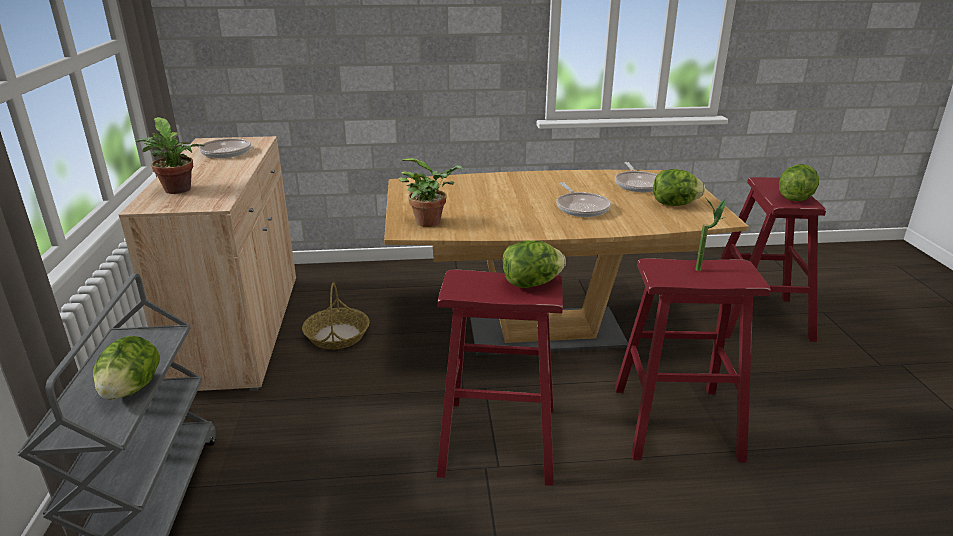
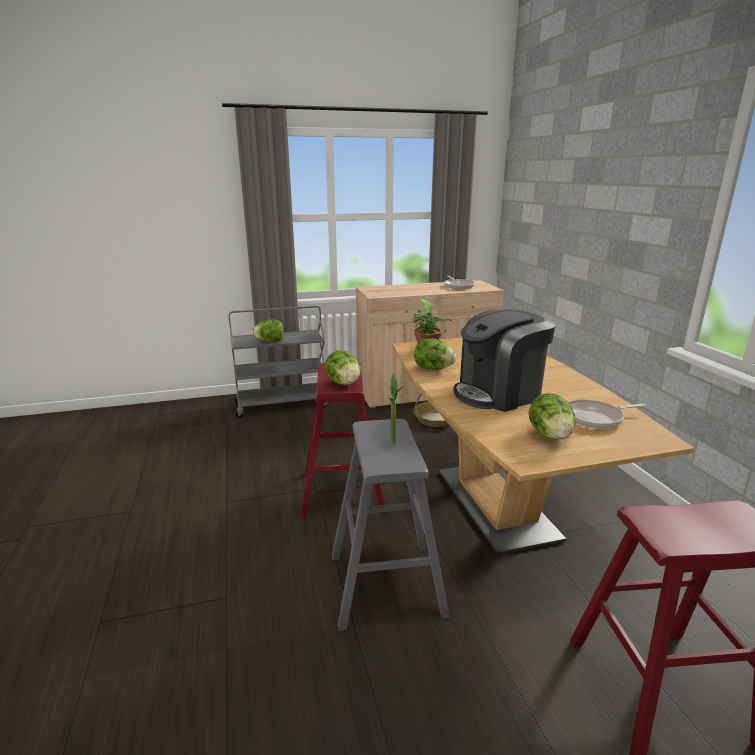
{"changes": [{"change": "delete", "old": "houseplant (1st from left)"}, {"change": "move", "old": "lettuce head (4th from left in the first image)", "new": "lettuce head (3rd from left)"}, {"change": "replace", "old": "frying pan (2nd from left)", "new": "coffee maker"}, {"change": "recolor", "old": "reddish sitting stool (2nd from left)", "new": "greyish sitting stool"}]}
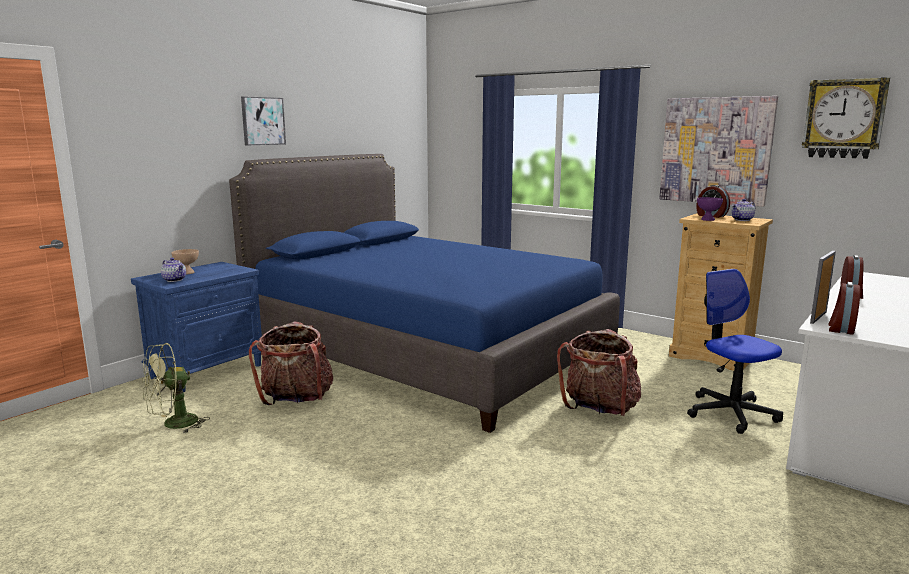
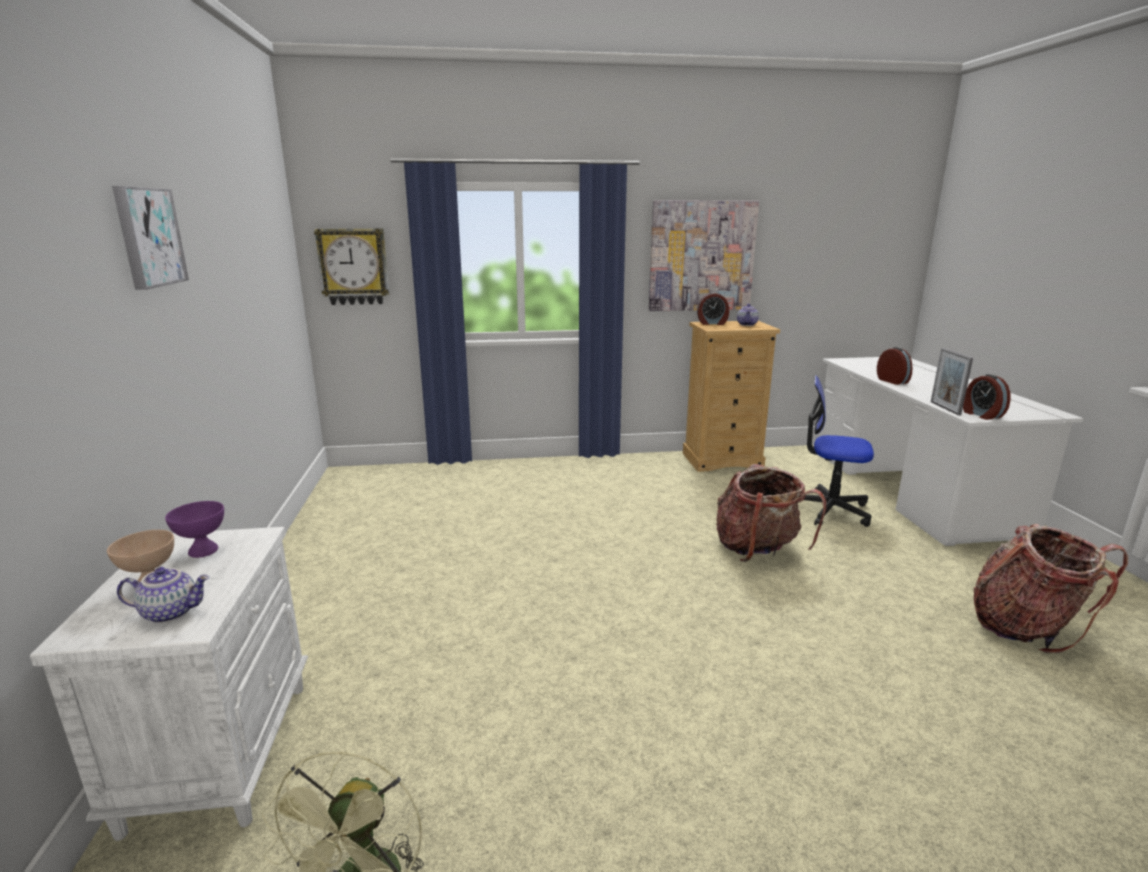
{"changes": [{"change": "delete", "old": "bluish sleeping bed"}, {"change": "move", "old": "rucksack (1st from left in the first image)", "new": "rucksack (2nd from left)"}, {"change": "move", "old": "purplish deep dish"}, {"change": "move", "old": "clock on the wall"}, {"change": "recolor", "old": "bluish night table", "new": "white-coloured night table"}]}
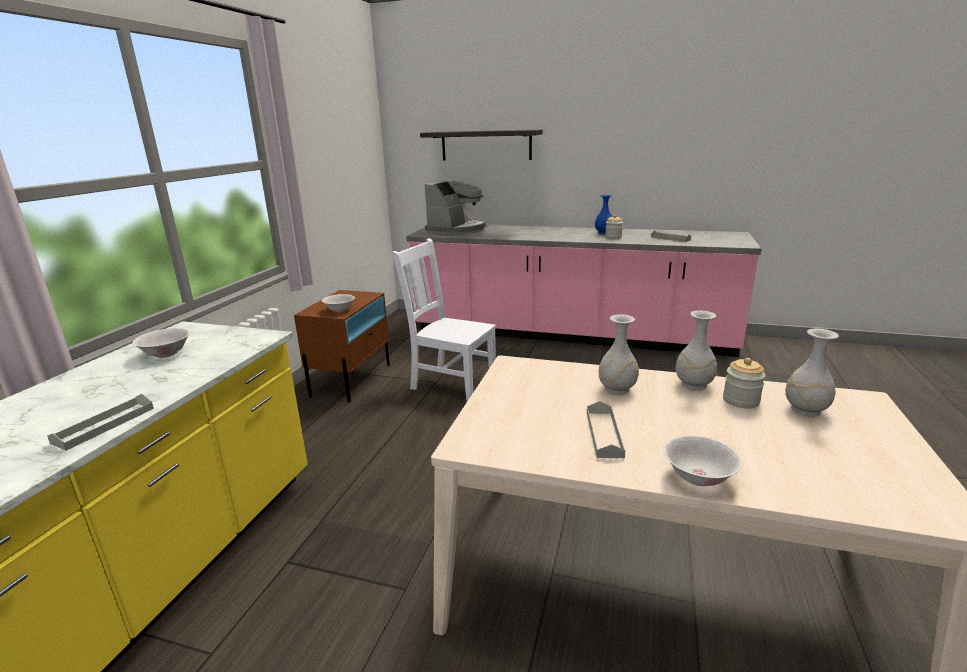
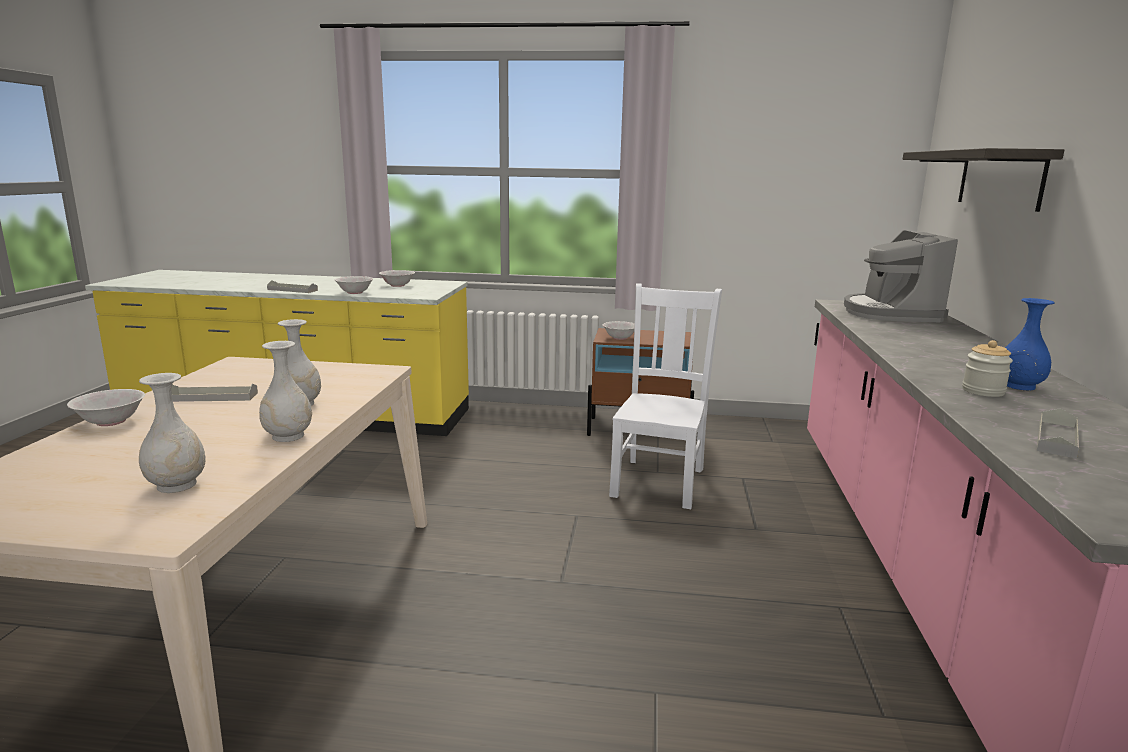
{"changes": [{"change": "delete", "old": "storage jar (2nd from left)"}, {"change": "insert", "new": "white-coloured deep dish (2nd from left)"}, {"change": "rotate", "old": "coffee maker", "degrees": 75}]}
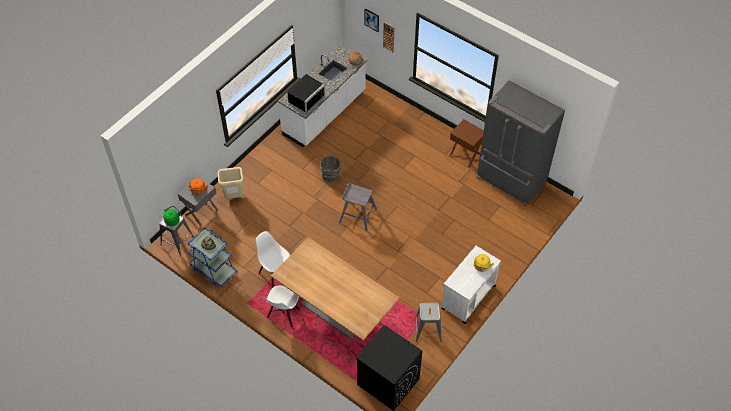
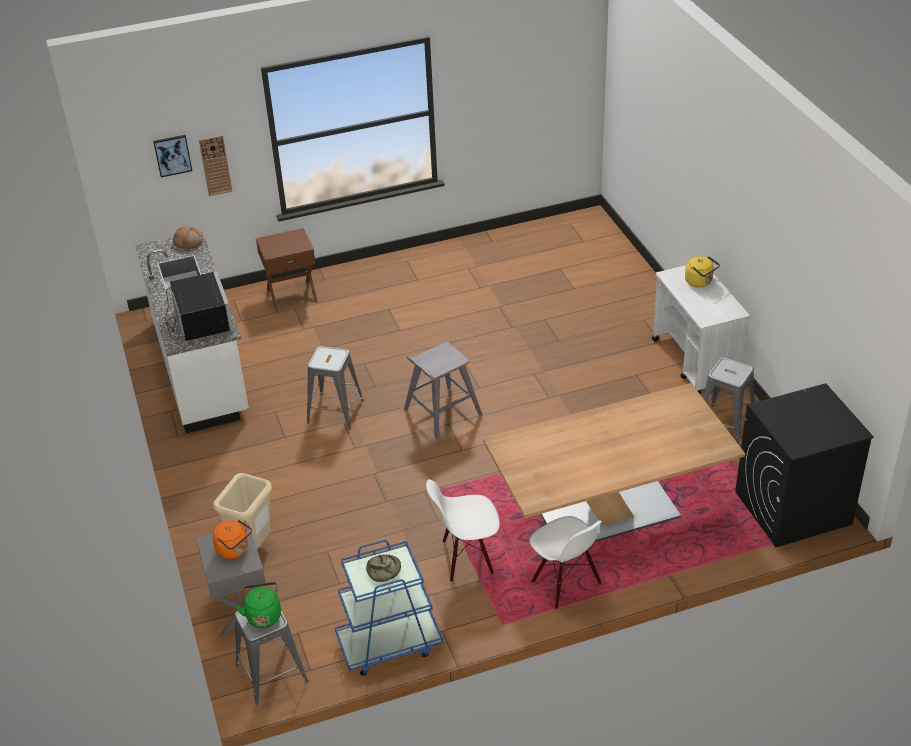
{"changes": [{"change": "delete", "old": "greyish kitchen fridge"}, {"change": "move", "old": "brown night table"}, {"change": "replace", "old": "greyish bucket", "new": "greyish sitting stool (2nd from left)"}]}
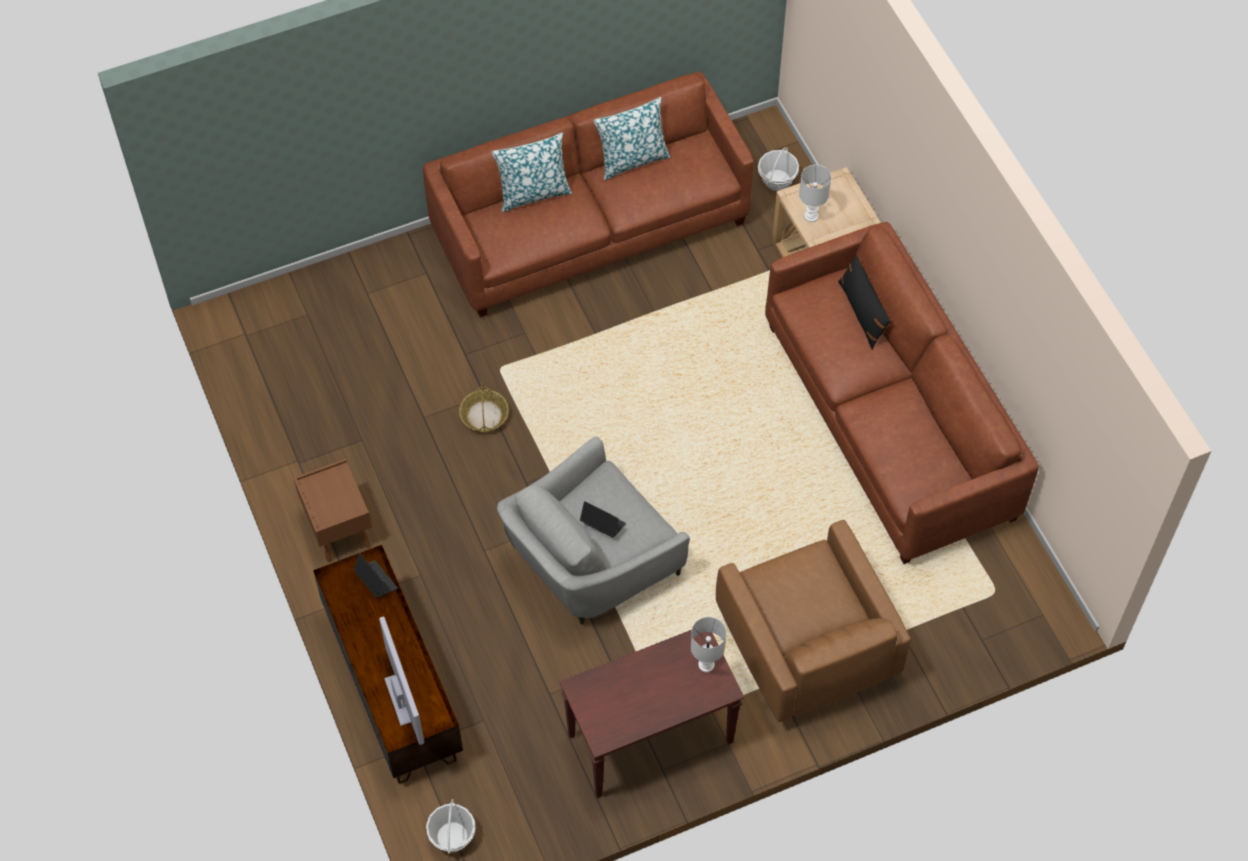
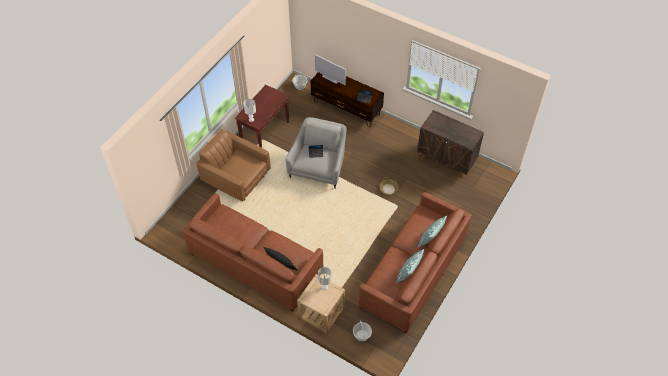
{"changes": [{"change": "delete", "old": "brown night table"}, {"change": "insert", "new": "brown cabinet"}]}
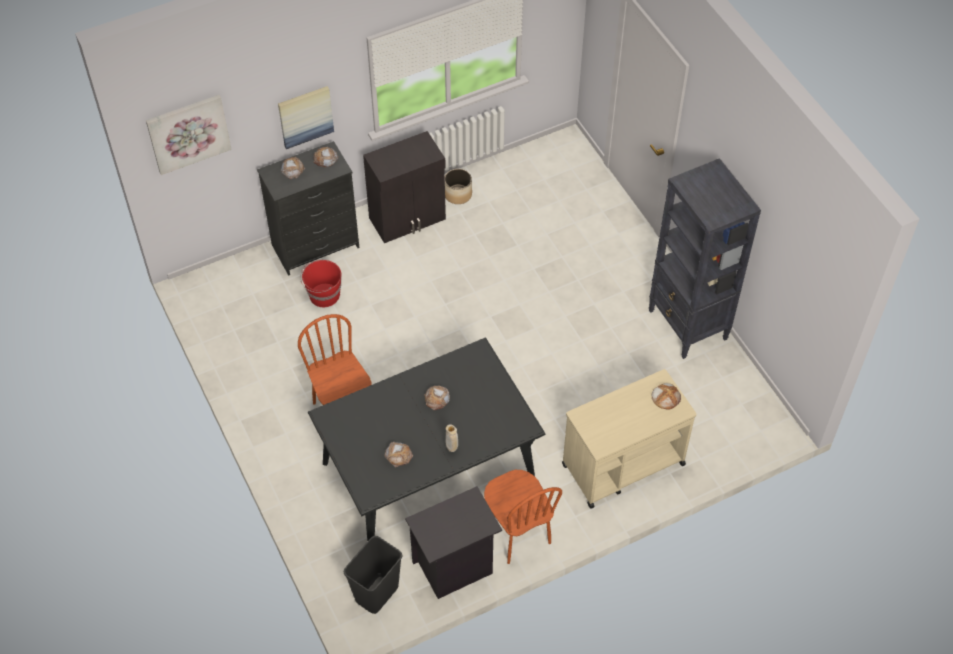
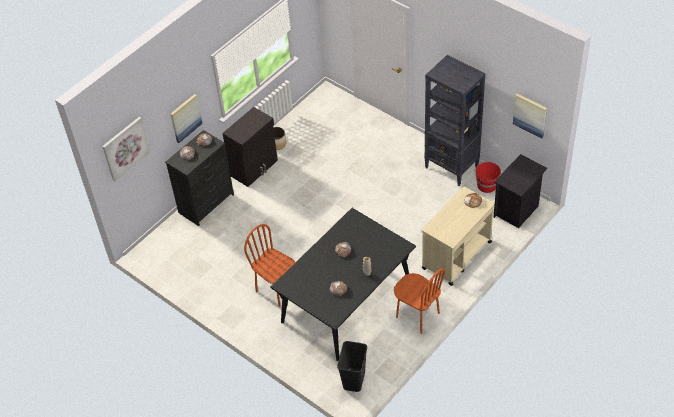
{"changes": [{"change": "insert", "new": "picture (3rd from left)"}, {"change": "move", "old": "reddish bucket"}, {"change": "move", "old": "blackish night table"}]}
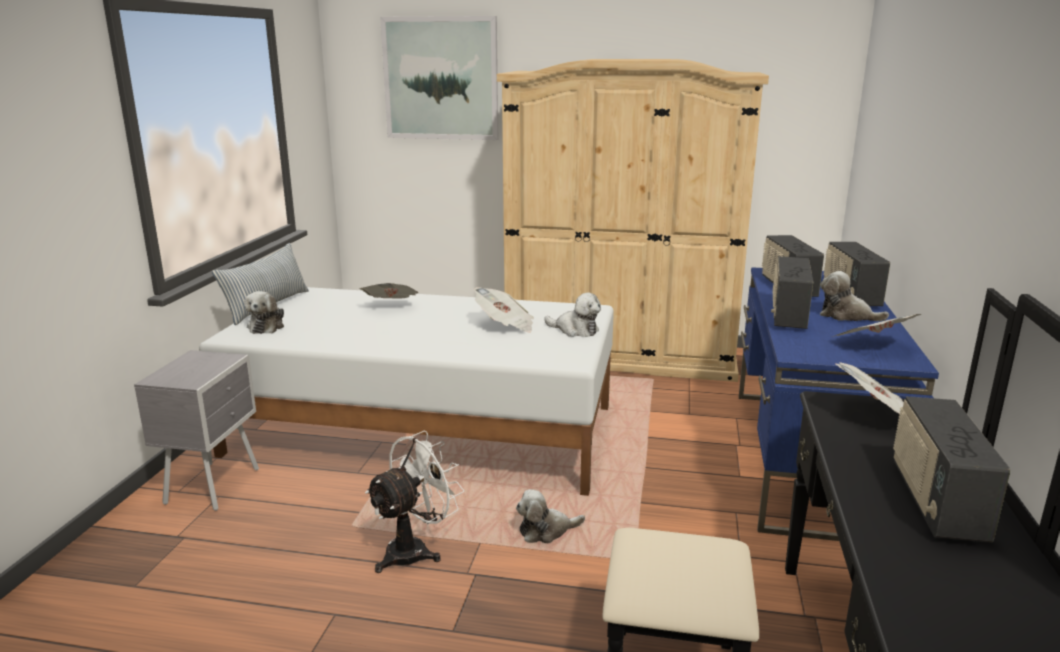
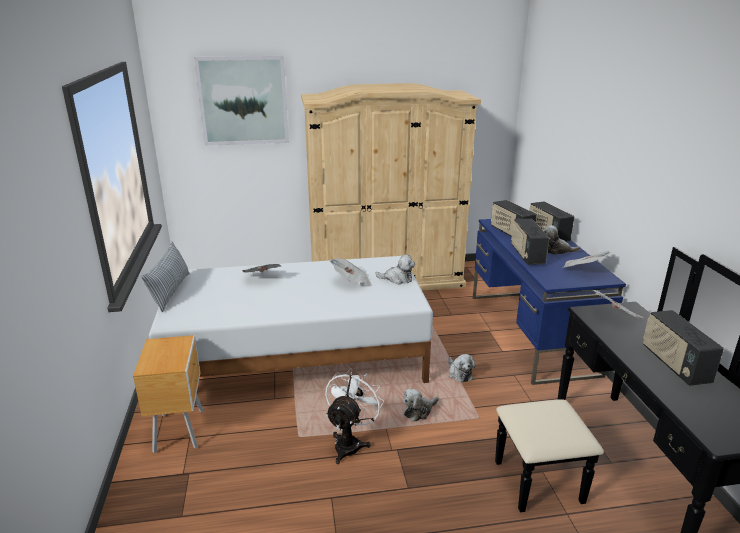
{"changes": [{"change": "move", "old": "plush toy (1st from left in the first image)", "new": "plush toy (3rd from left)"}, {"change": "recolor", "old": "greyish night table", "new": "brown night table"}]}
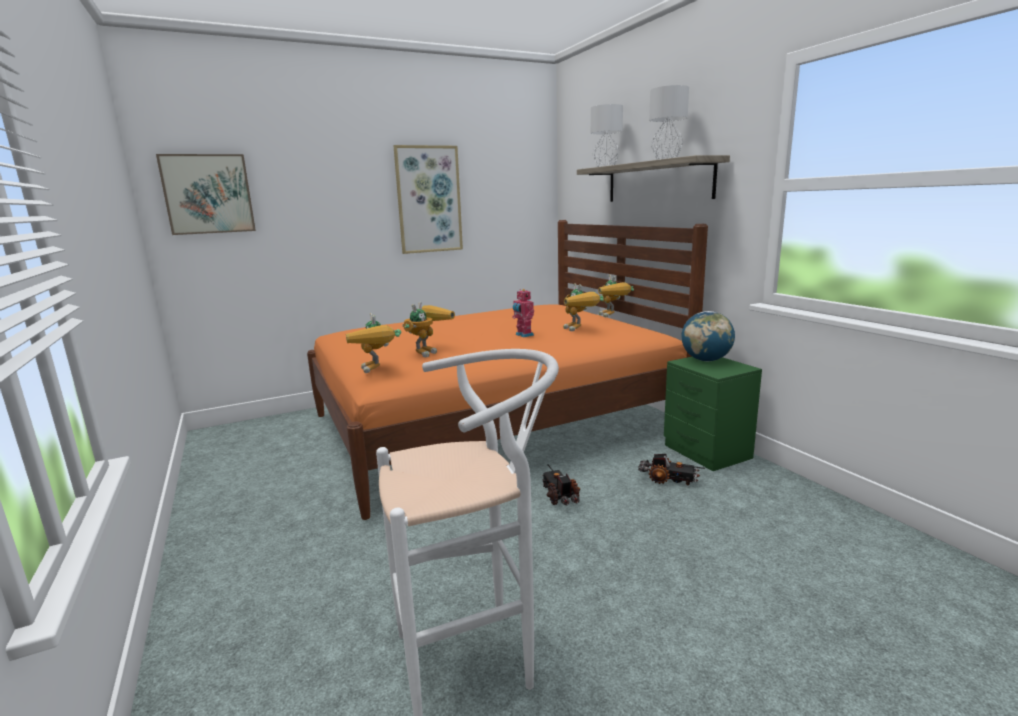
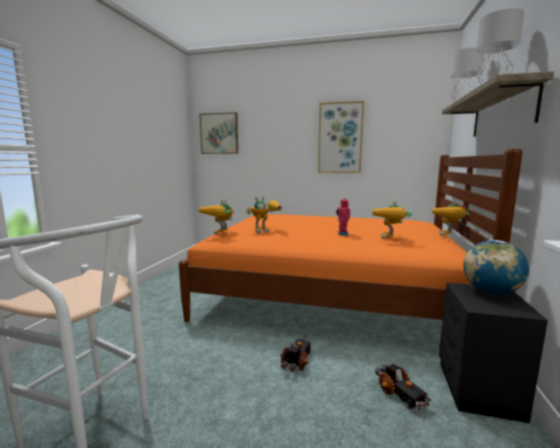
{"changes": [{"change": "recolor", "old": "green-coloured night table", "new": "blackish night table"}]}
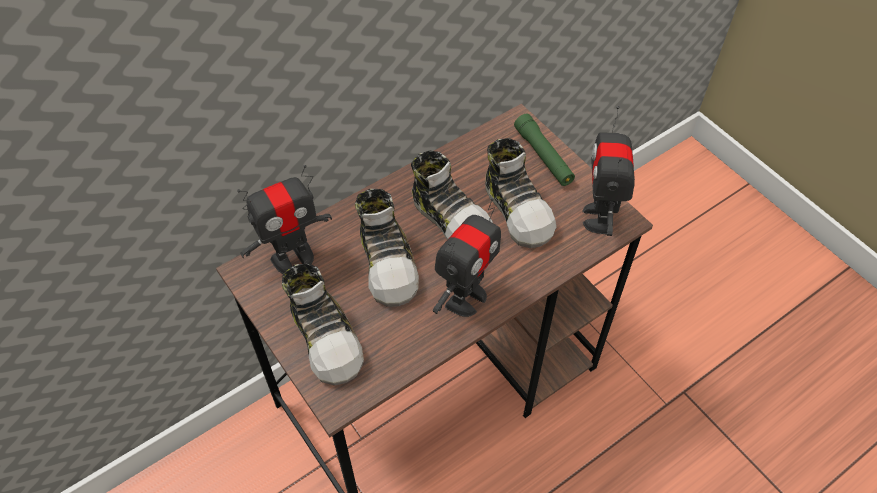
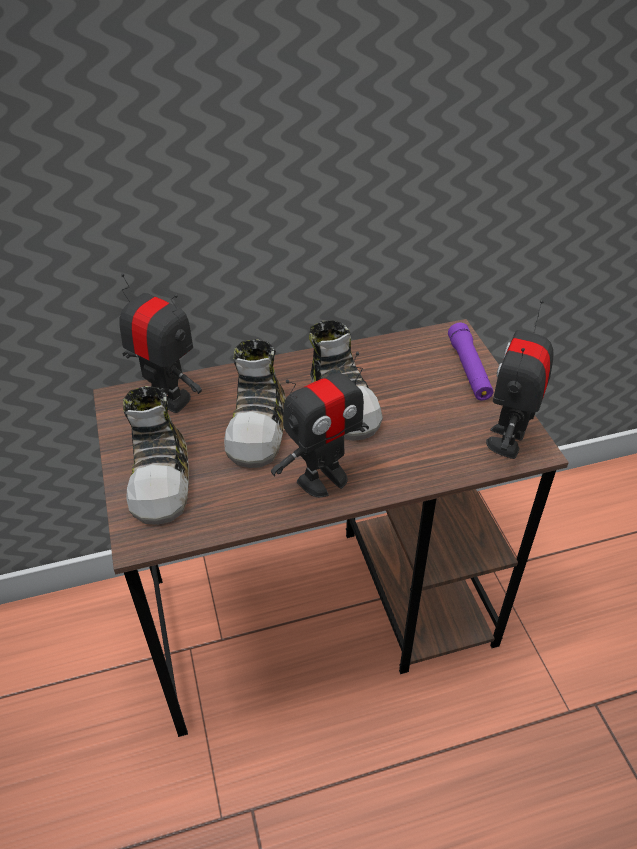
{"changes": [{"change": "delete", "old": "shoe (4th from left)"}, {"change": "recolor", "old": "green-coloured hand torch", "new": "purplish hand torch"}, {"change": "rotate", "old": "model robot (1st from left)", "degrees": -135}]}
